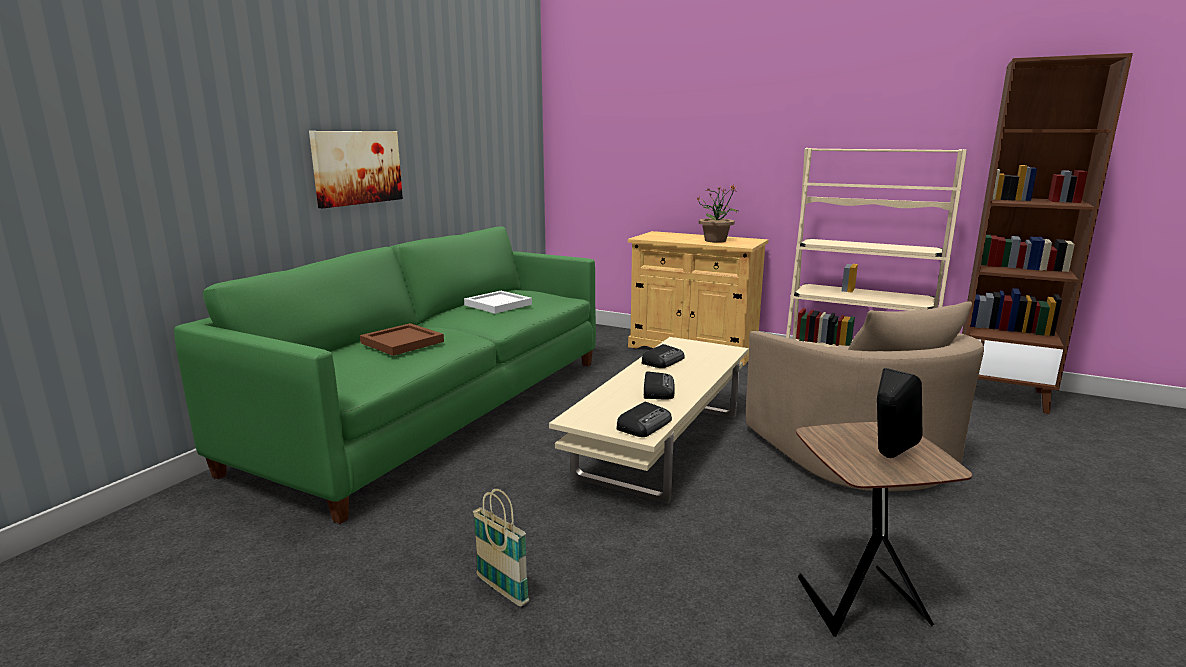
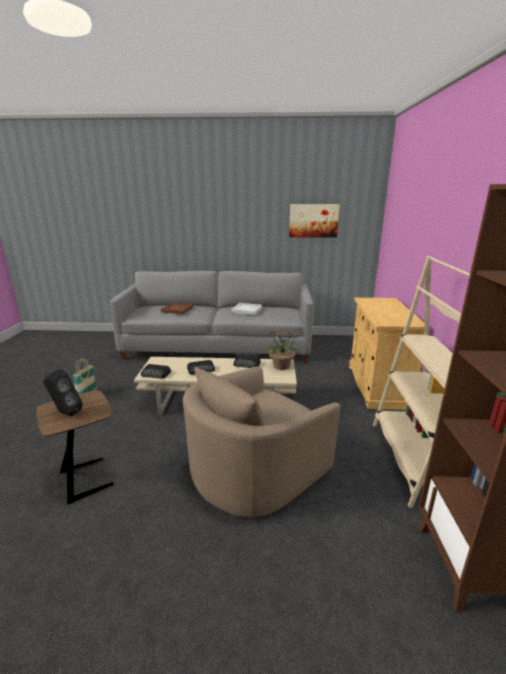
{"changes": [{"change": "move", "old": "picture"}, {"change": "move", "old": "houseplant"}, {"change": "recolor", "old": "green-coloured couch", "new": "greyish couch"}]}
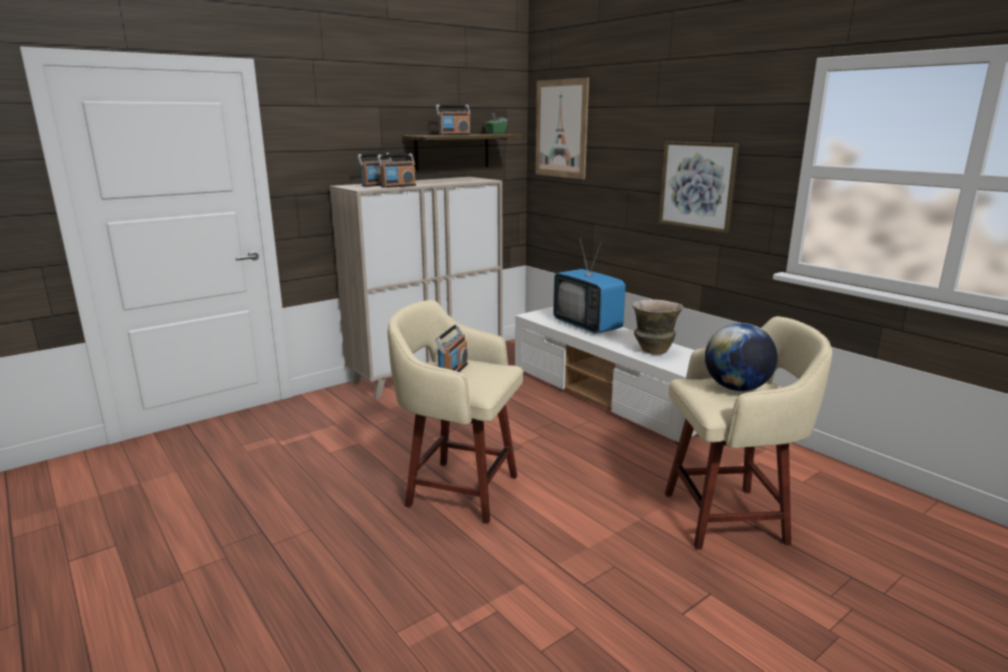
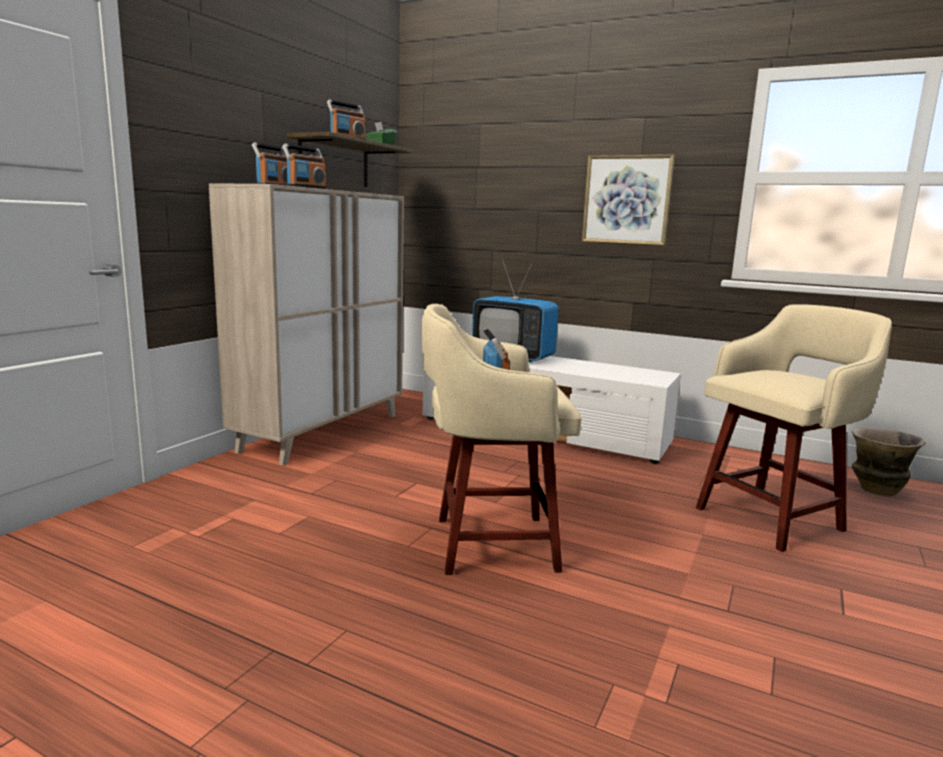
{"changes": [{"change": "delete", "old": "picture (1st from left)"}, {"change": "delete", "old": "desk globe"}, {"change": "move", "old": "vase"}]}
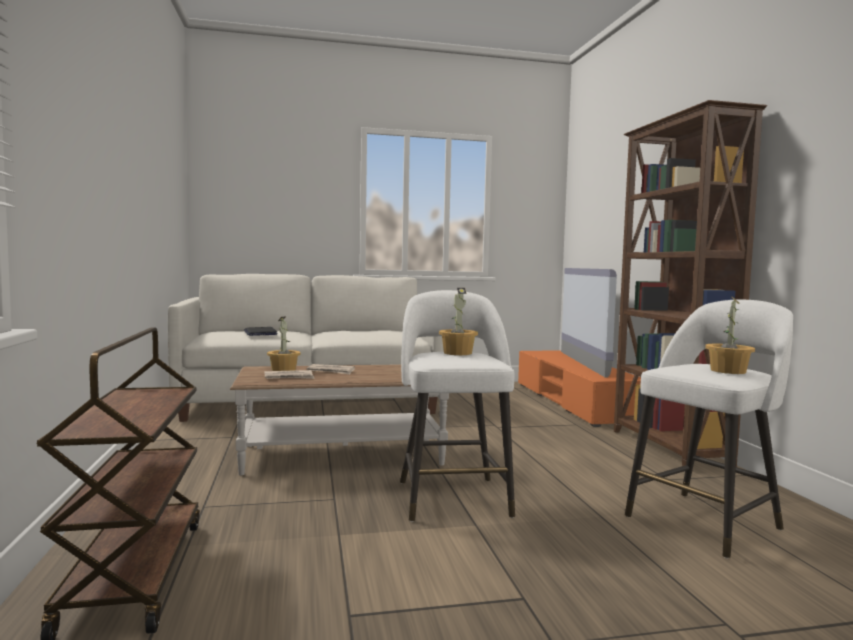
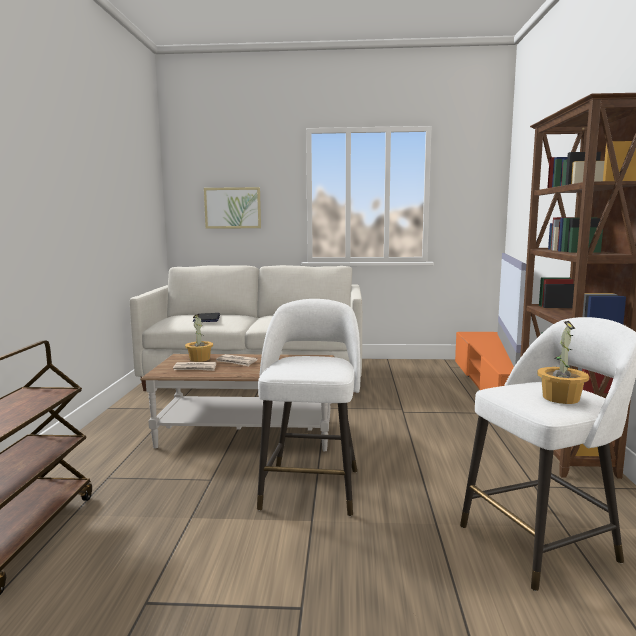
{"changes": [{"change": "delete", "old": "houseplant (2nd from left)"}, {"change": "insert", "new": "picture"}]}
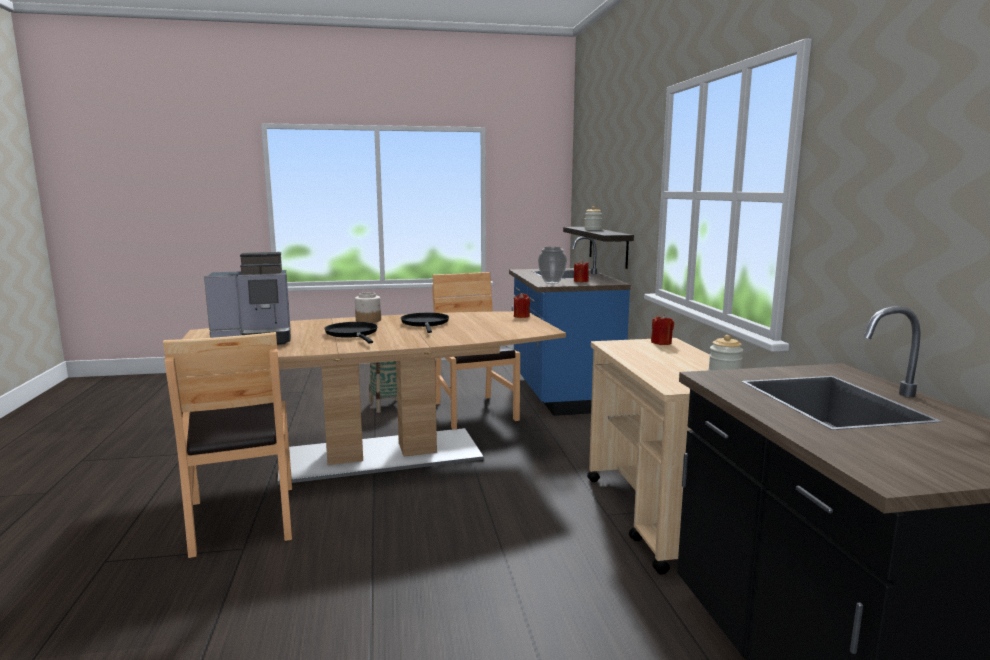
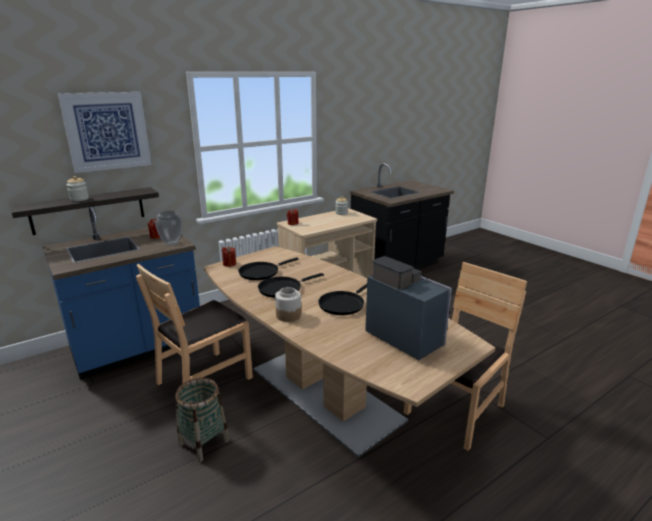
{"changes": [{"change": "insert", "new": "picture"}, {"change": "insert", "new": "blackish frying pan (1st from left)"}]}
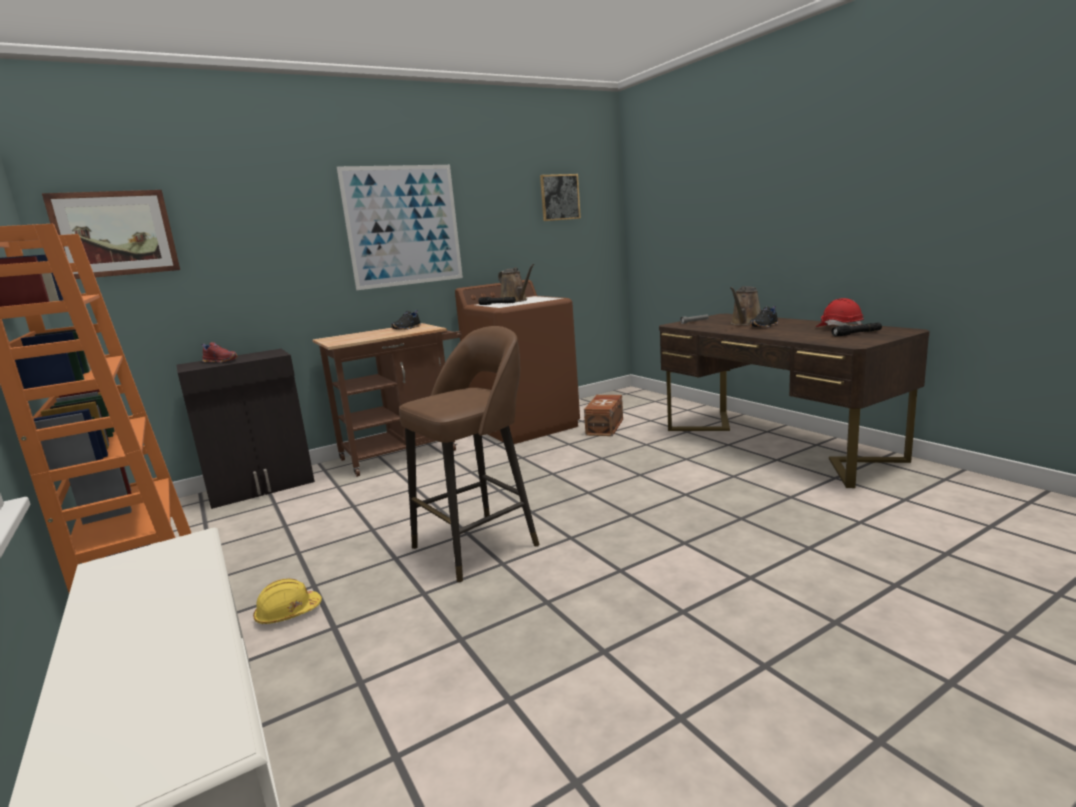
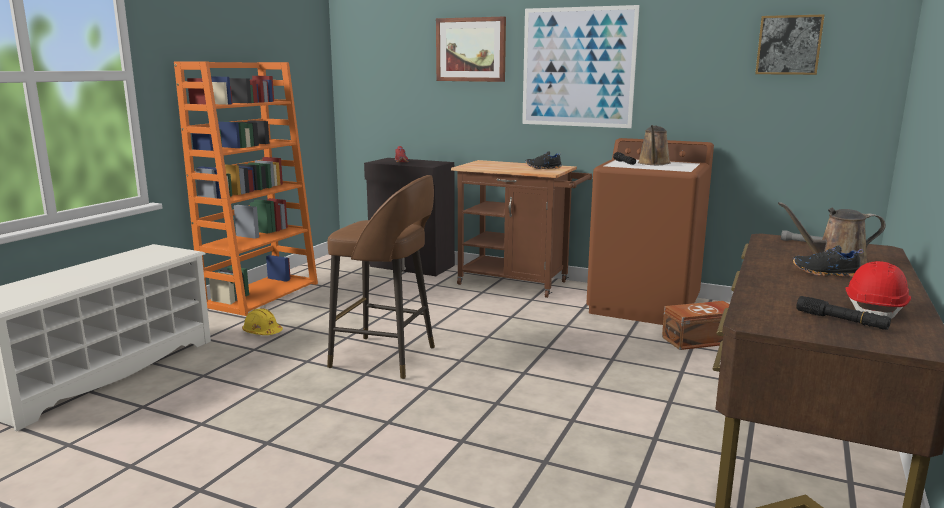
{"changes": [{"change": "move", "old": "picture (1st from left)"}]}
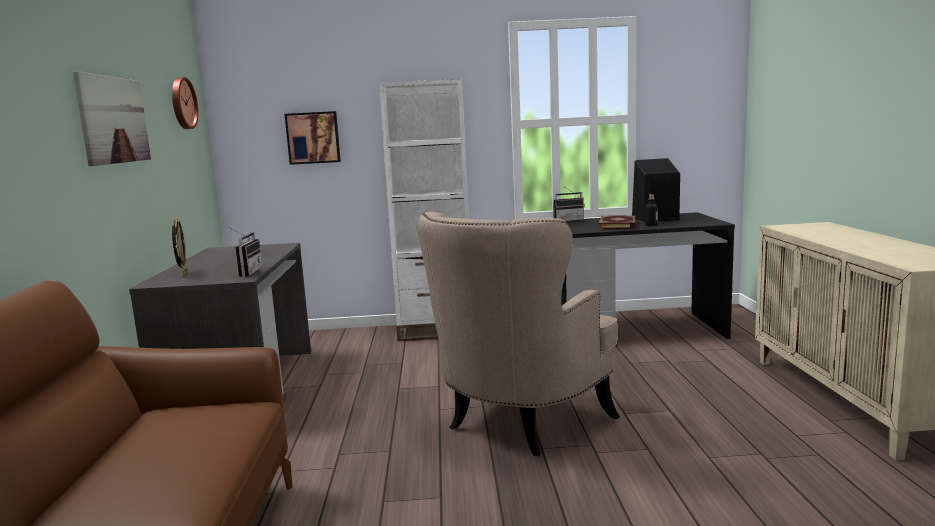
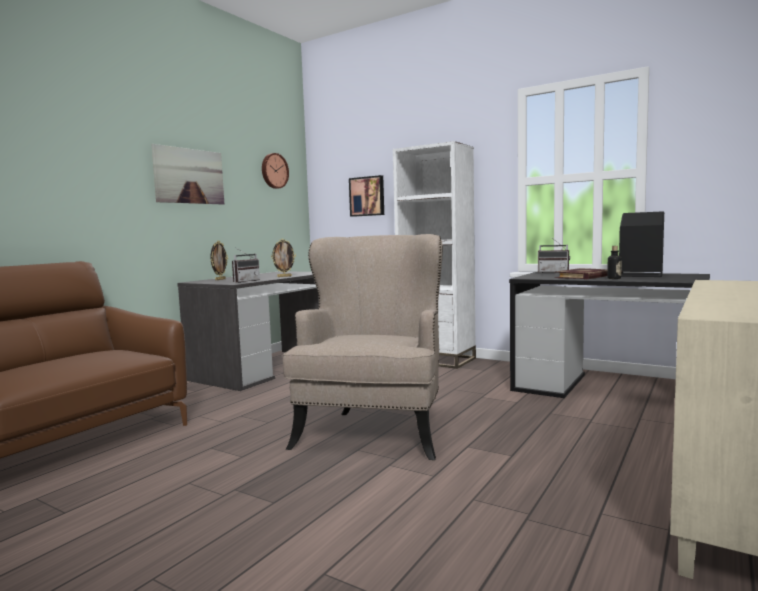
{"changes": [{"change": "insert", "new": "photo frame (2nd from left)"}, {"change": "rotate", "old": "beige-coloured easy chair", "degrees": 120}]}
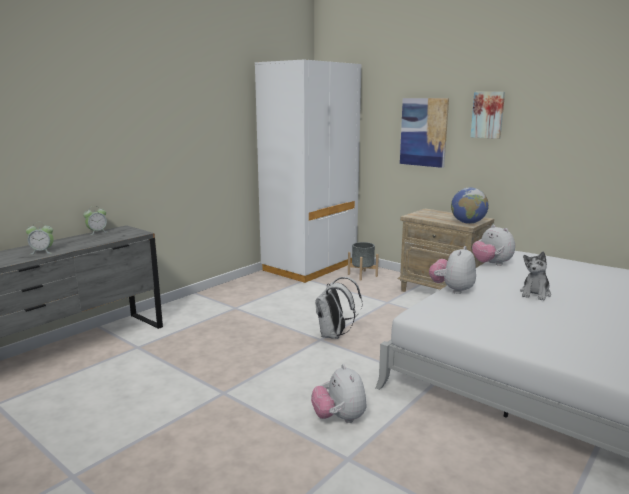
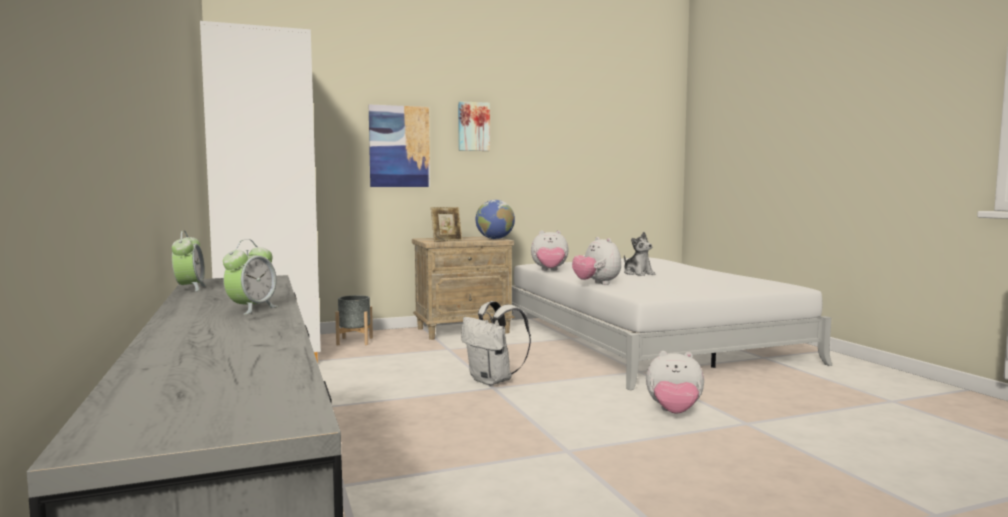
{"changes": [{"change": "insert", "new": "photo frame"}]}
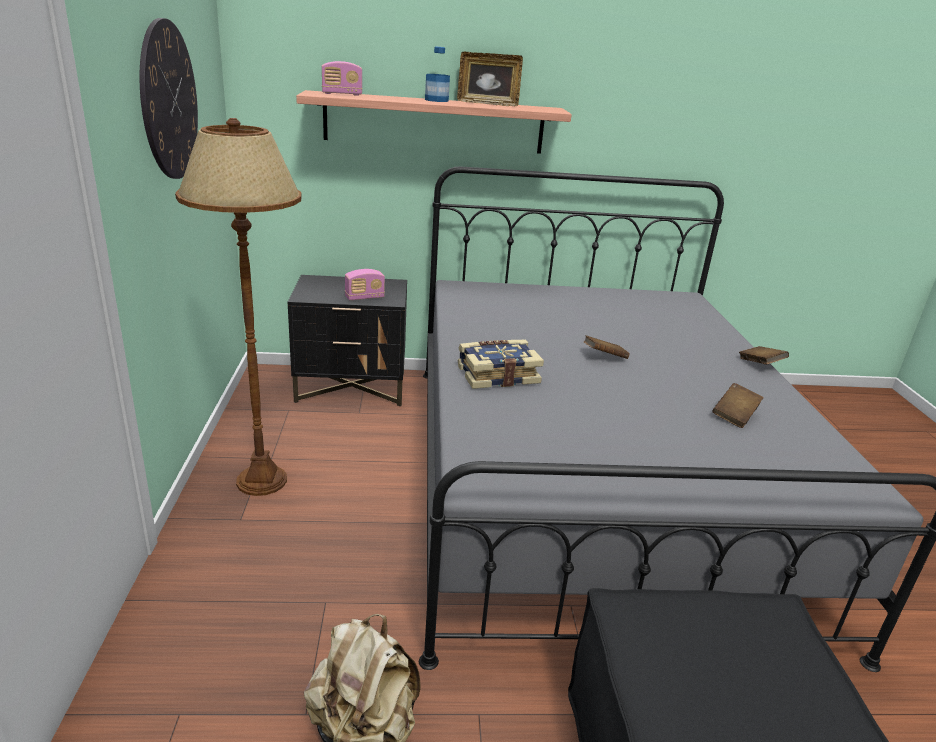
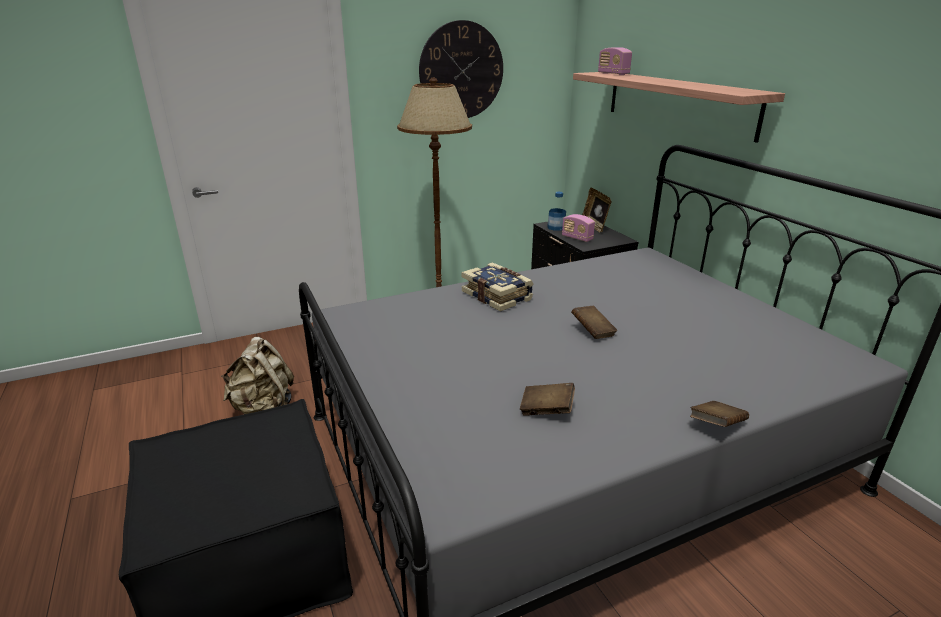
{"changes": [{"change": "move", "old": "bottle"}, {"change": "move", "old": "photo frame"}]}
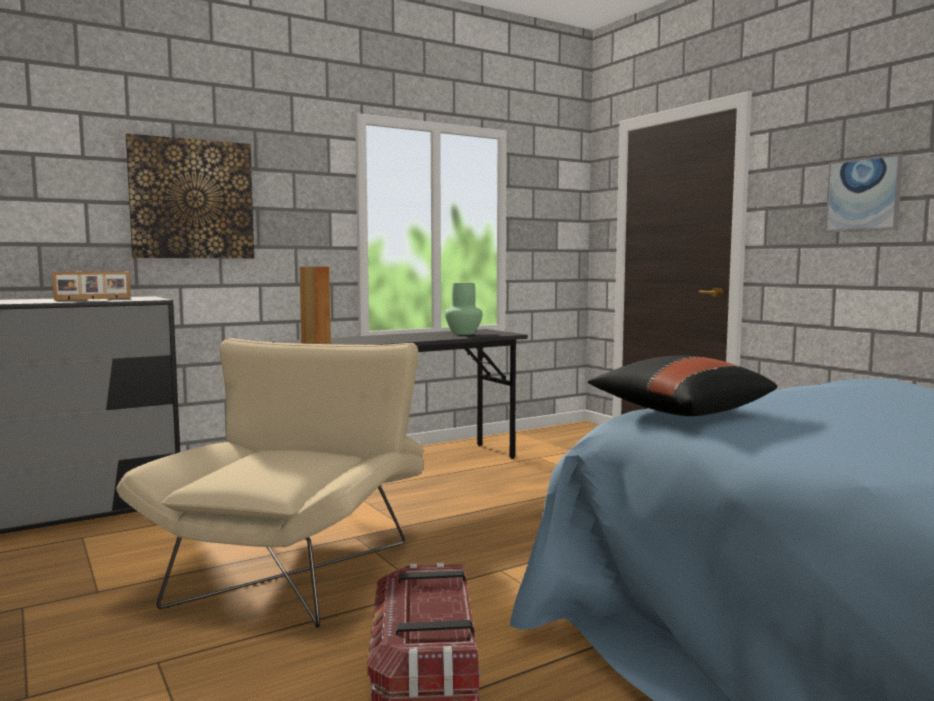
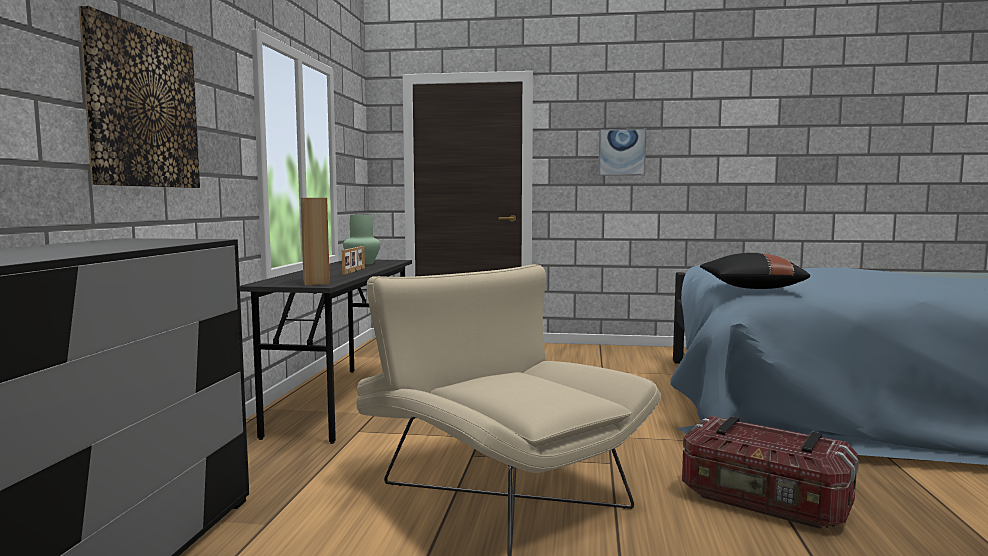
{"changes": [{"change": "move", "old": "photo frame"}]}
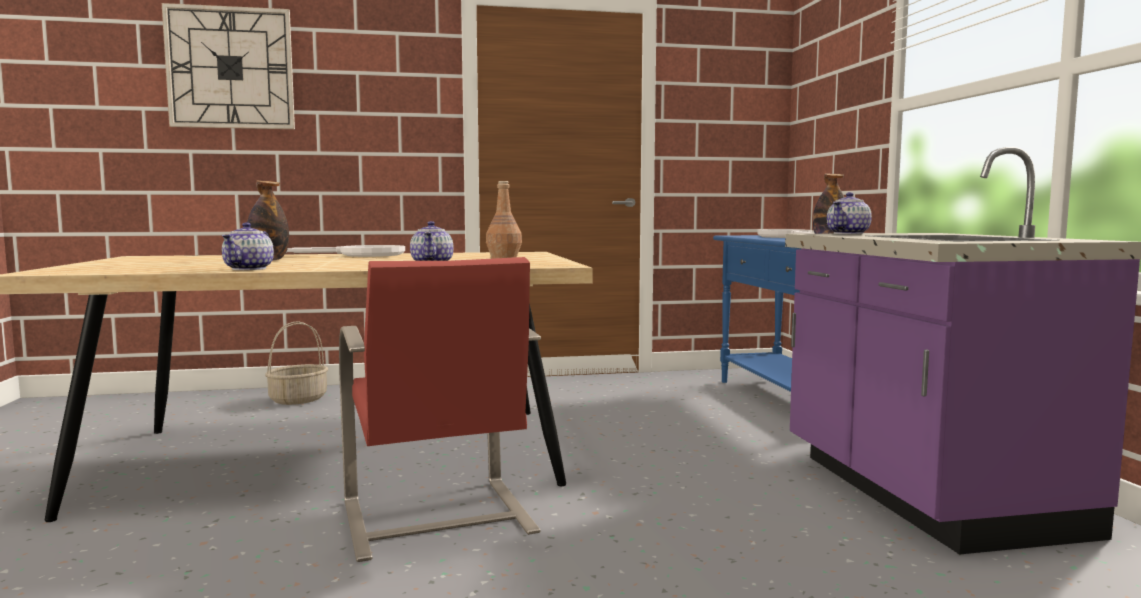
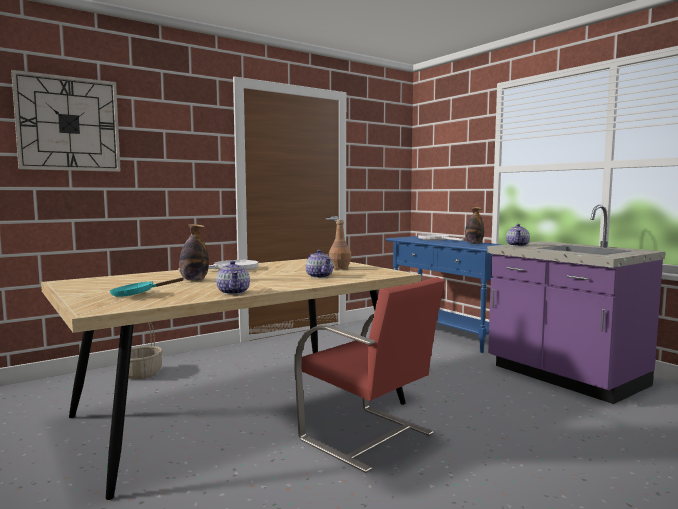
{"changes": [{"change": "insert", "new": "turquoise-coloured frying pan"}]}
